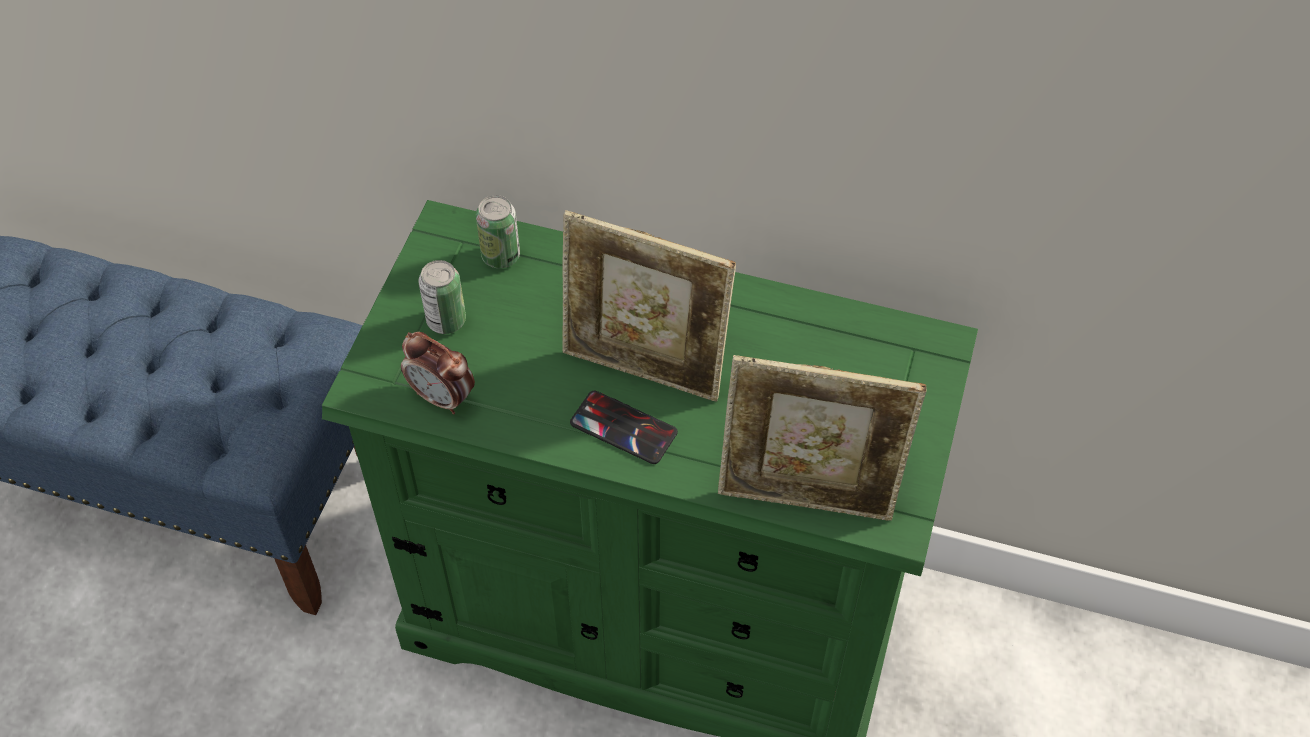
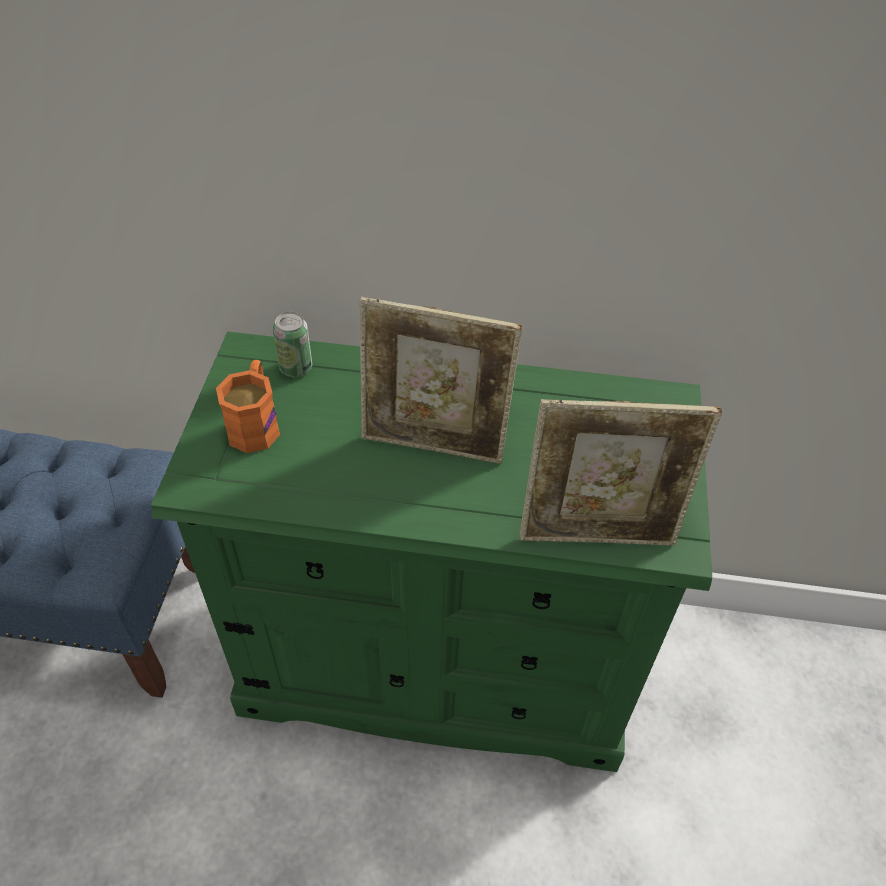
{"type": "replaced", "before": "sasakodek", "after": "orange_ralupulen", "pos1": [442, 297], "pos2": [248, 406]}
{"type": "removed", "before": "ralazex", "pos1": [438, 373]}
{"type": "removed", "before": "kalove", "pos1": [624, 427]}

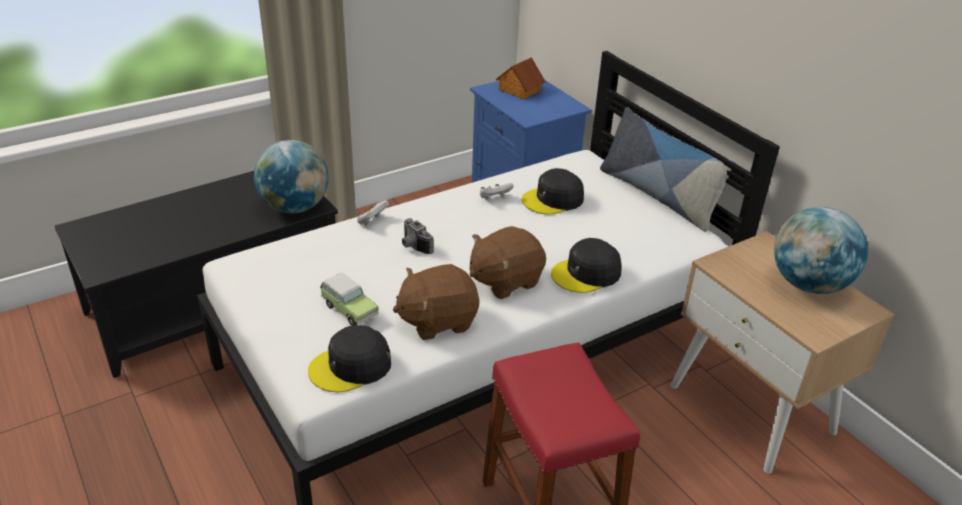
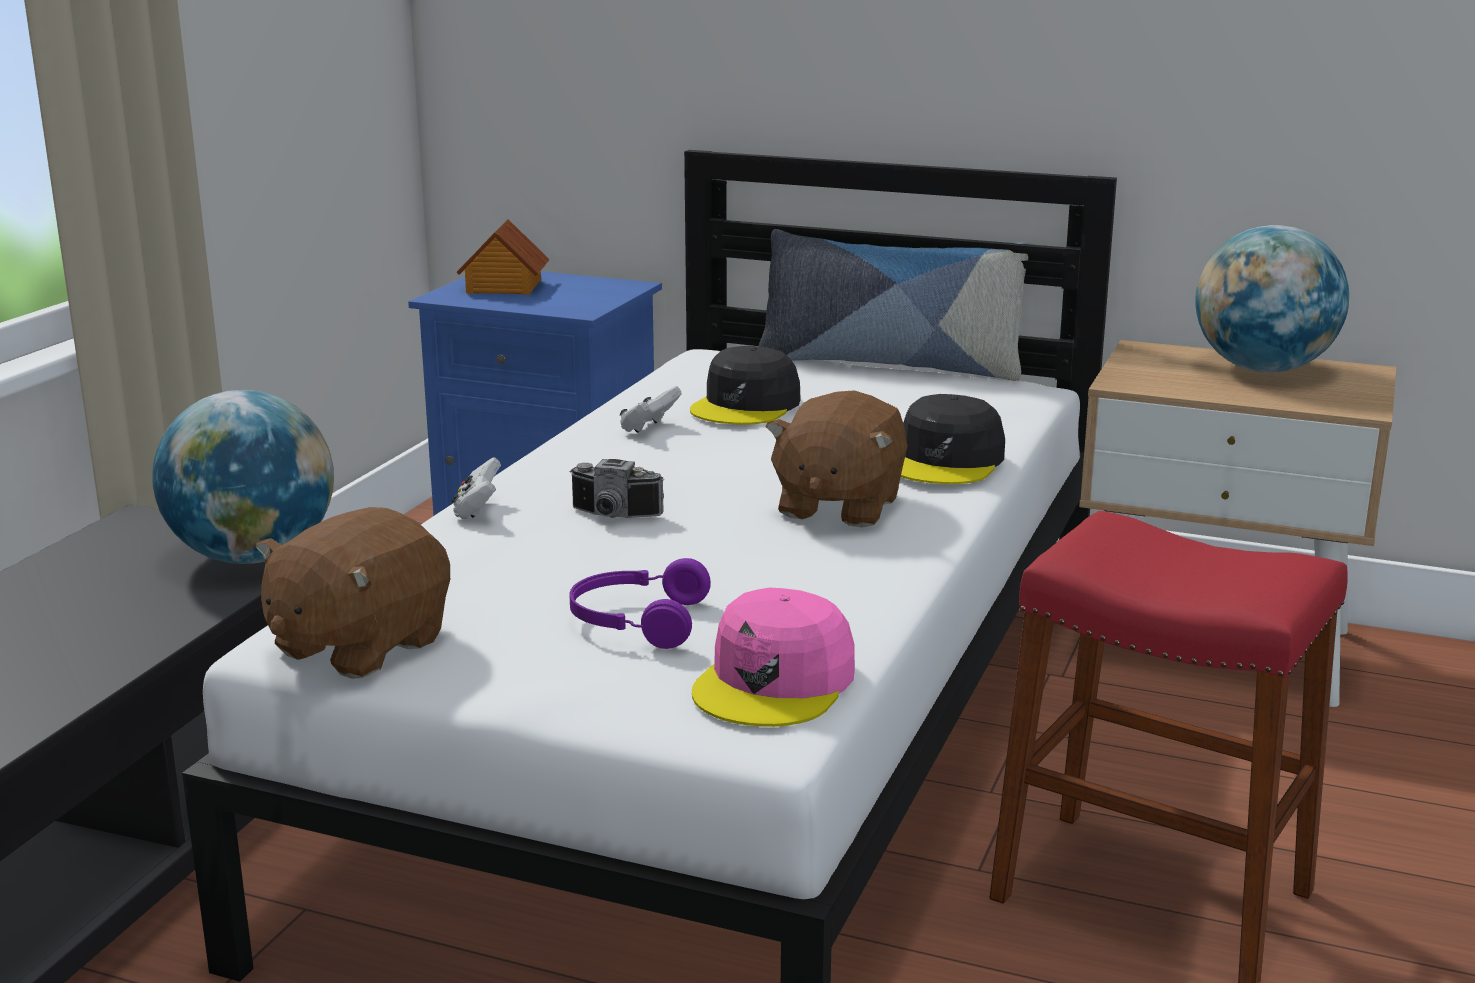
{"type": "moved", "before": "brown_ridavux", "pos1": [436, 302], "pos2": [353, 593]}
{"type": "replaced", "before": "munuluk", "after": "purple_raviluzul", "pos1": [349, 299], "pos2": [640, 603]}
{"type": "recoloured", "before": "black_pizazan", "after": "pink_pizazan", "pos1": [349, 358], "pos2": [773, 657]}

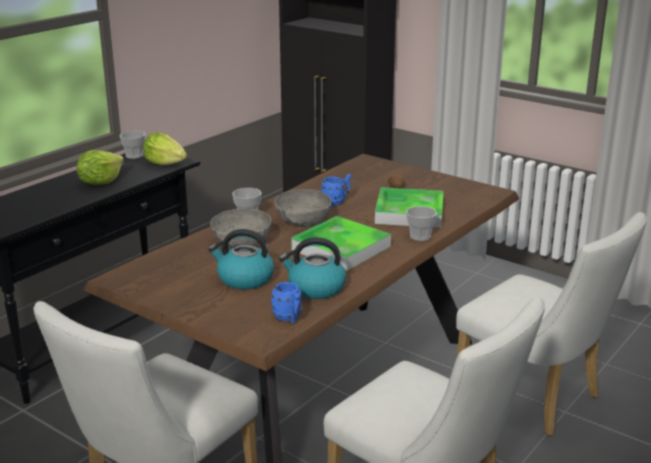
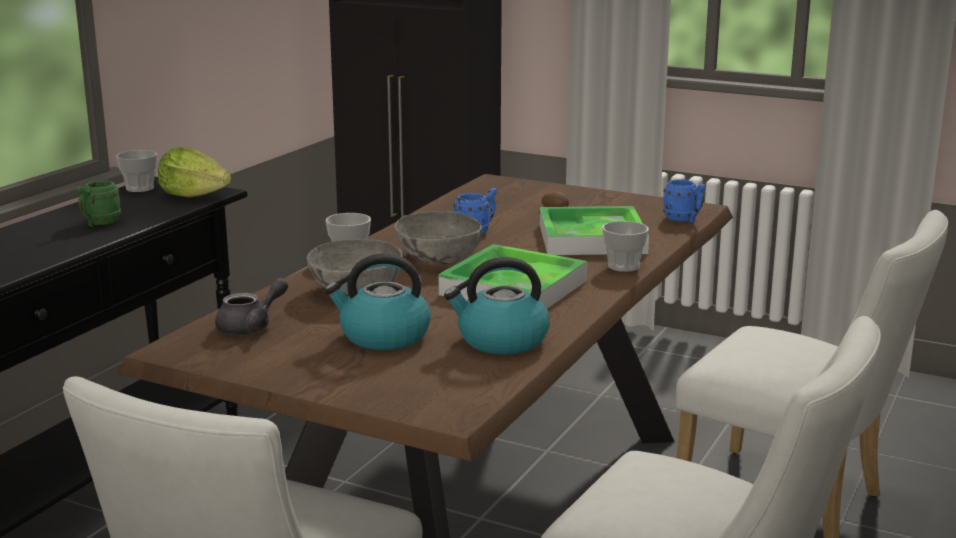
{"type": "replaced", "before": "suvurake", "after": "green_ralupulen", "pos1": [100, 167], "pos2": [98, 203]}
{"type": "added", "after": "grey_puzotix", "pos2": [251, 306]}
{"type": "moved", "before": "blue_ralupulen", "pos1": [286, 302], "pos2": [684, 201]}

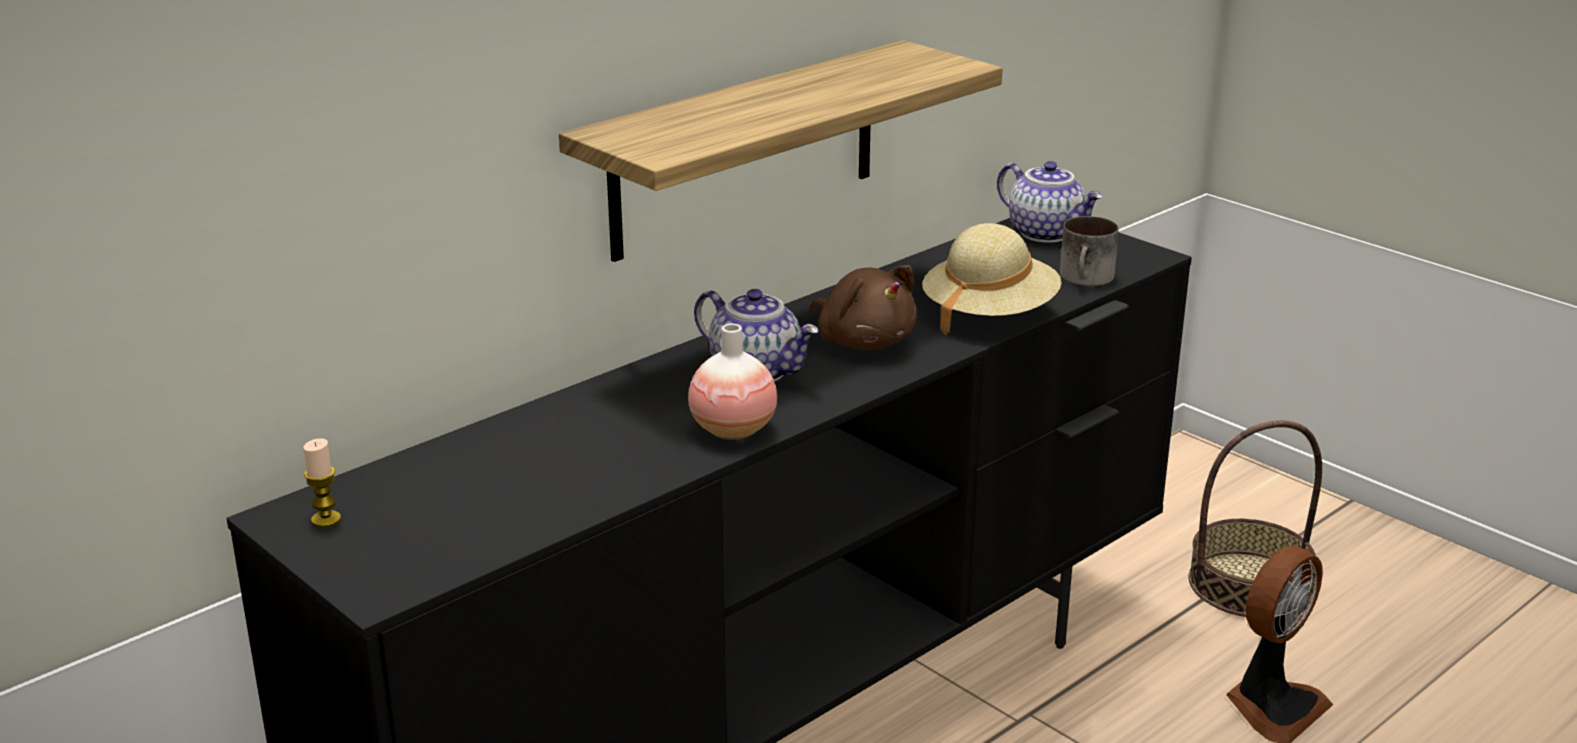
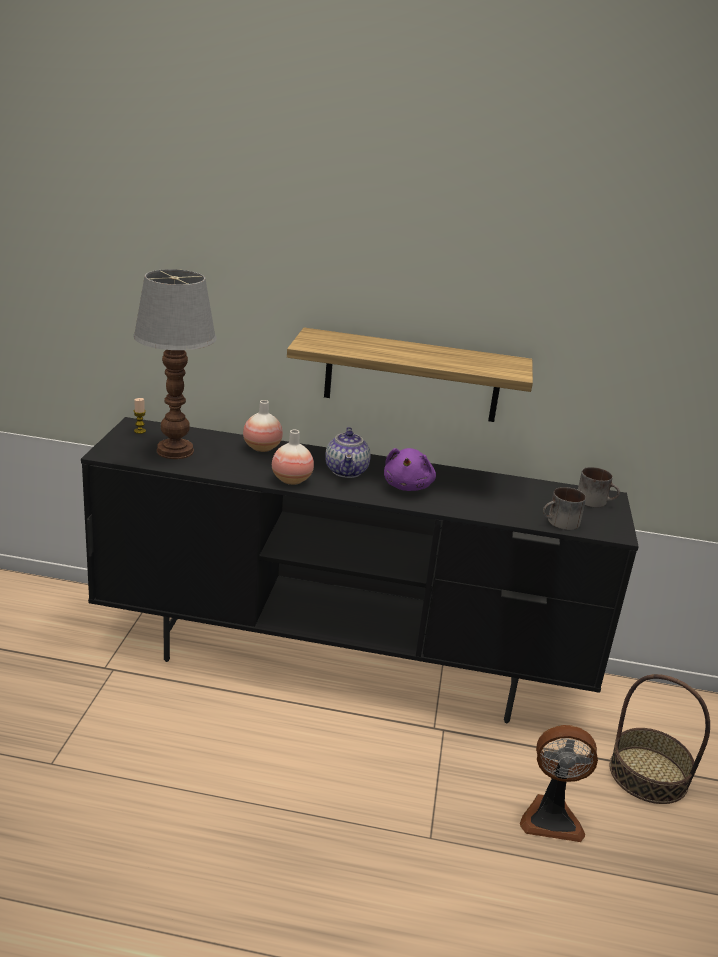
{"type": "added", "after": "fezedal", "pos2": [175, 364]}
{"type": "added", "after": "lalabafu", "pos2": [263, 426]}
{"type": "recoloured", "before": "brown_ridavux", "after": "purple_ridavux", "pos1": [864, 307], "pos2": [410, 469]}
{"type": "replaced", "before": "puzotix", "after": "ralupulen", "pos1": [1050, 202], "pos2": [599, 487]}
{"type": "removed", "before": "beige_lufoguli", "pos1": [992, 279]}

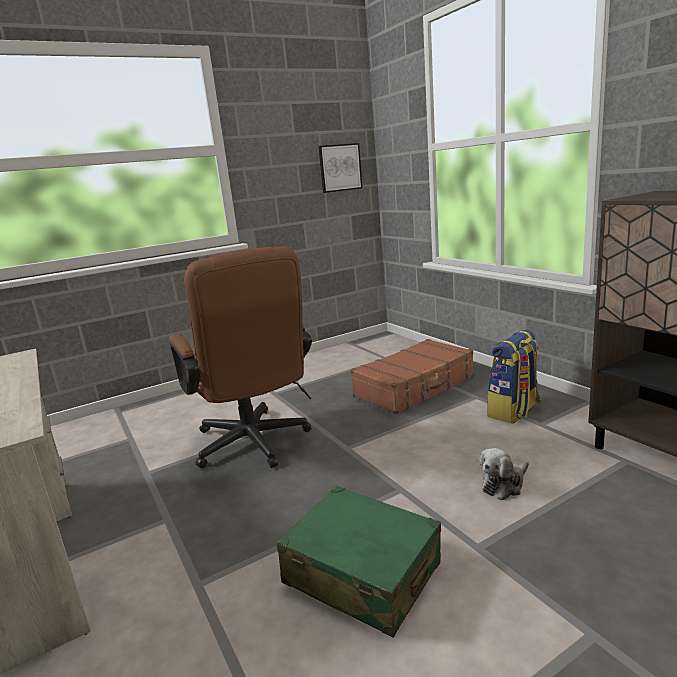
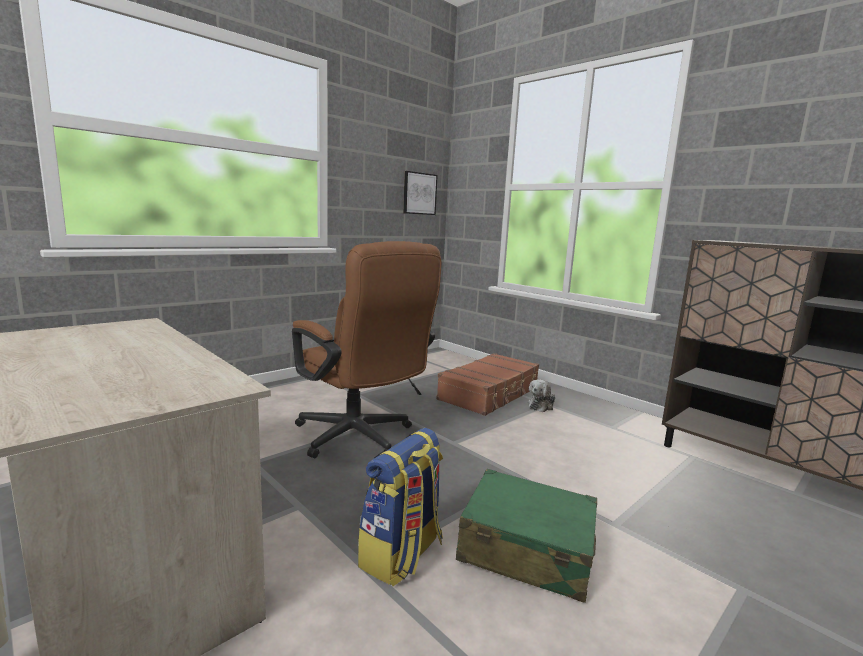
{"type": "moved", "before": "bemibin", "pos1": [514, 376], "pos2": [400, 507]}
{"type": "moved", "before": "ridavux", "pos1": [504, 474], "pos2": [541, 395]}

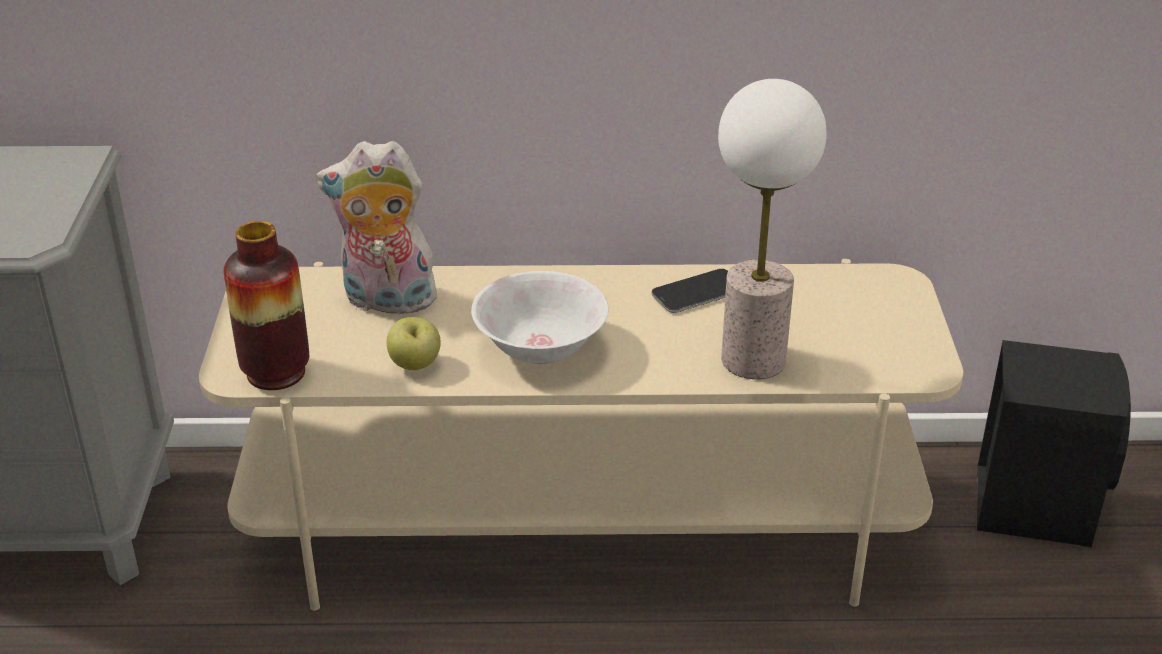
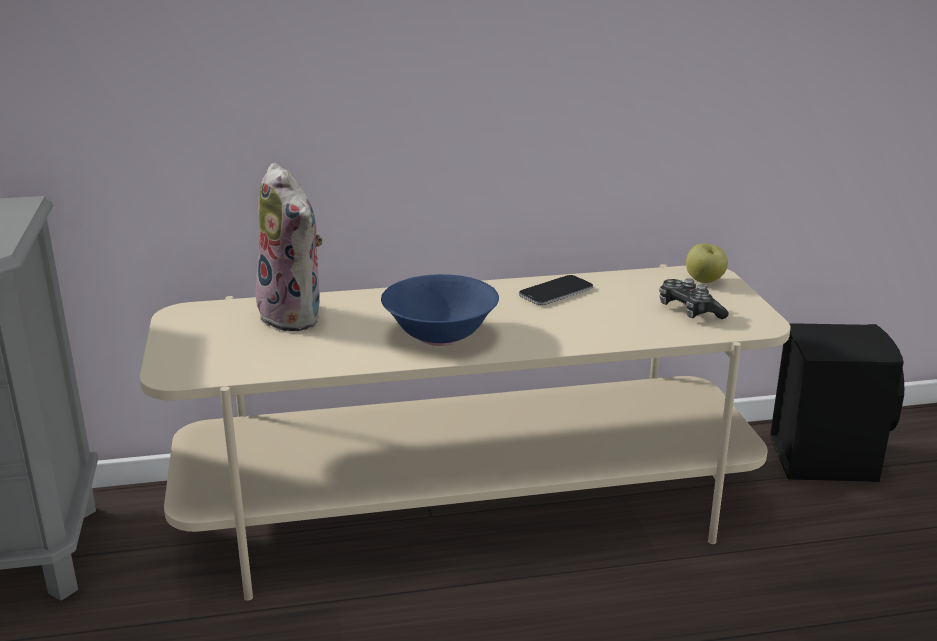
{"type": "turned", "before": "ridavux", "pos1": [379, 227], "pos2": [288, 247], "turn": -120}
{"type": "recoloured", "before": "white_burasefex", "after": "blue_burasefex", "pos1": [540, 317], "pos2": [440, 310]}
{"type": "added", "after": "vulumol", "pos2": [694, 298]}
{"type": "moved", "before": "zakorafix", "pos1": [414, 343], "pos2": [707, 263]}
{"type": "removed", "before": "lalabafu", "pos1": [266, 305]}
{"type": "removed", "before": "fezedal", "pos1": [772, 229]}

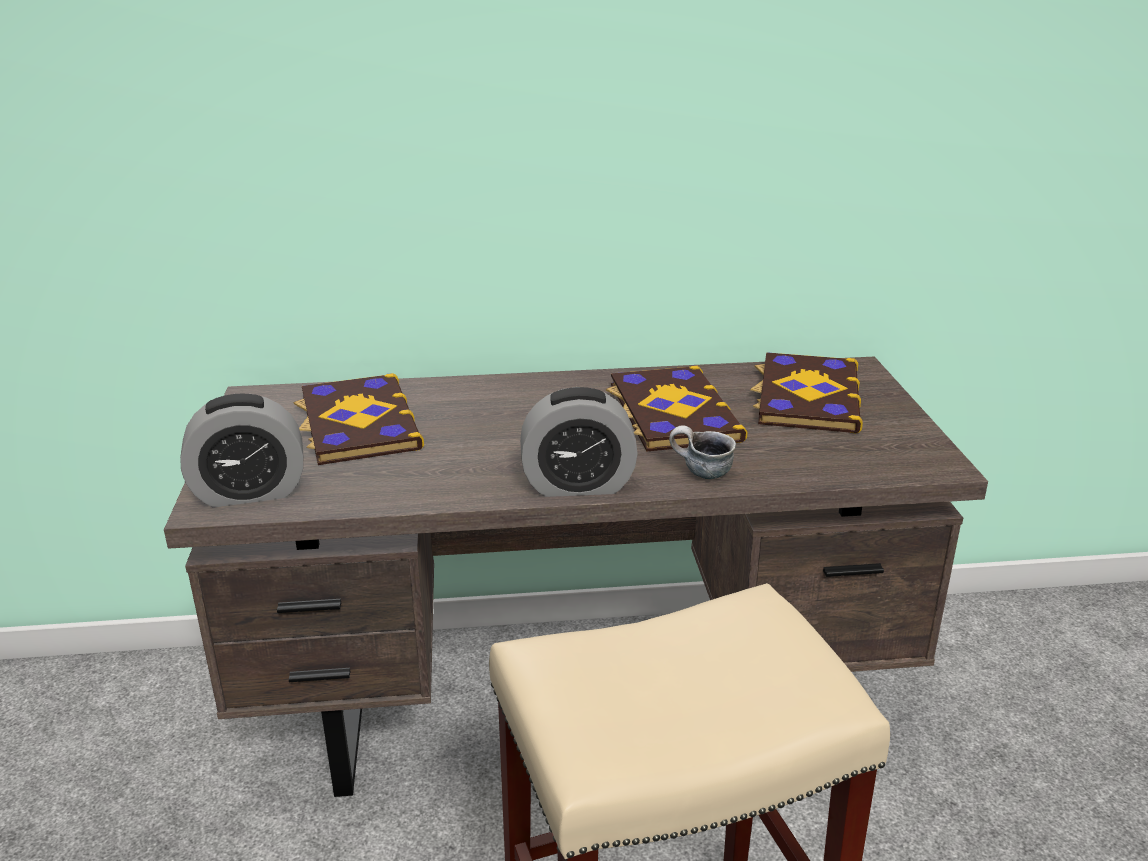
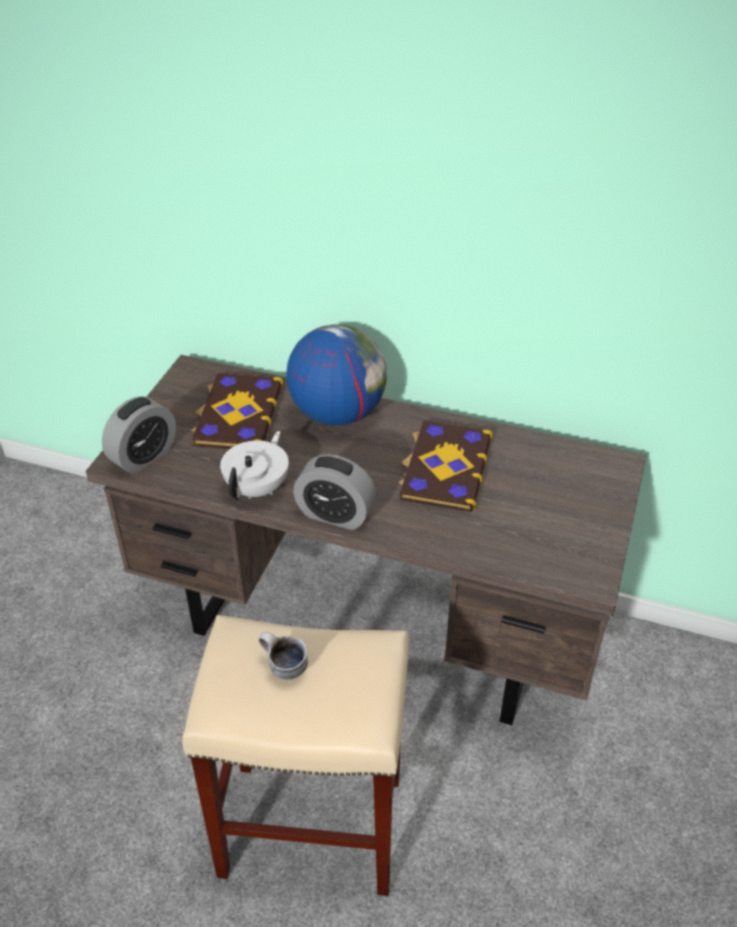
{"type": "turned", "before": "ralazex", "pos1": [241, 450], "pos2": [139, 435], "turn": -60}
{"type": "added", "after": "white_puzotix", "pos2": [254, 465]}
{"type": "moved", "before": "ralupulen", "pos1": [702, 452], "pos2": [283, 656]}
{"type": "added", "after": "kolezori", "pos2": [336, 374]}
{"type": "removed", "before": "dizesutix", "pos1": [806, 392]}

